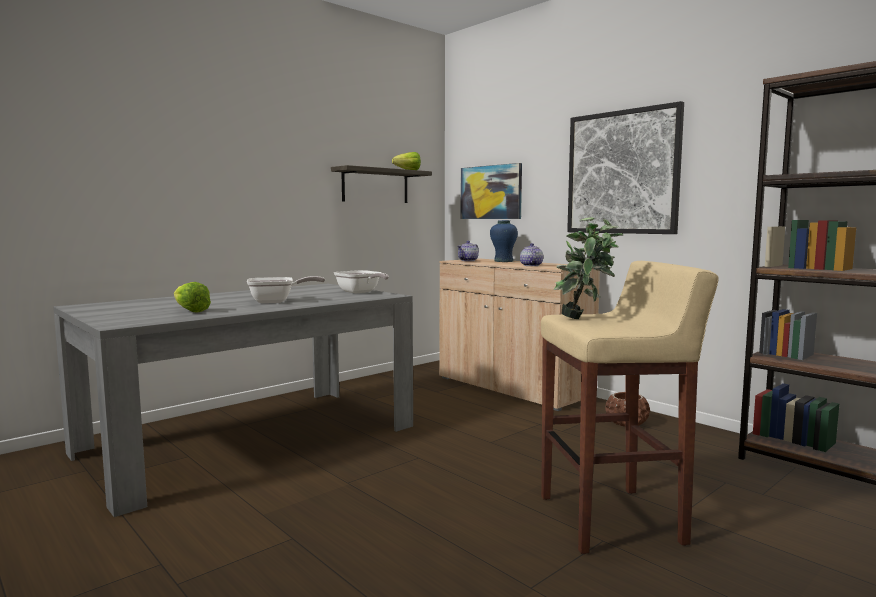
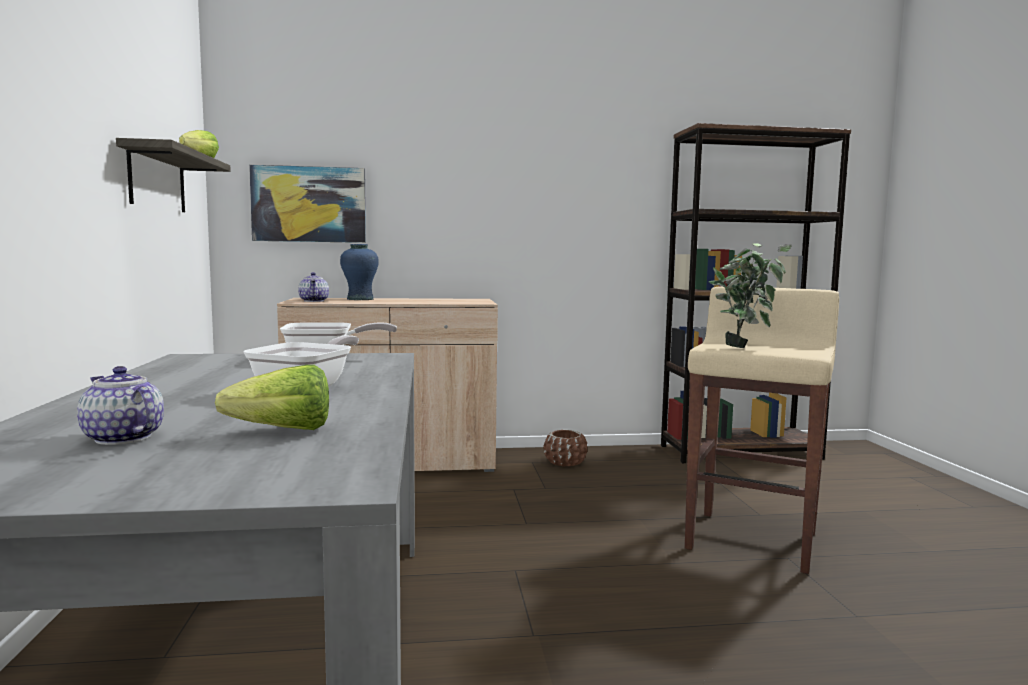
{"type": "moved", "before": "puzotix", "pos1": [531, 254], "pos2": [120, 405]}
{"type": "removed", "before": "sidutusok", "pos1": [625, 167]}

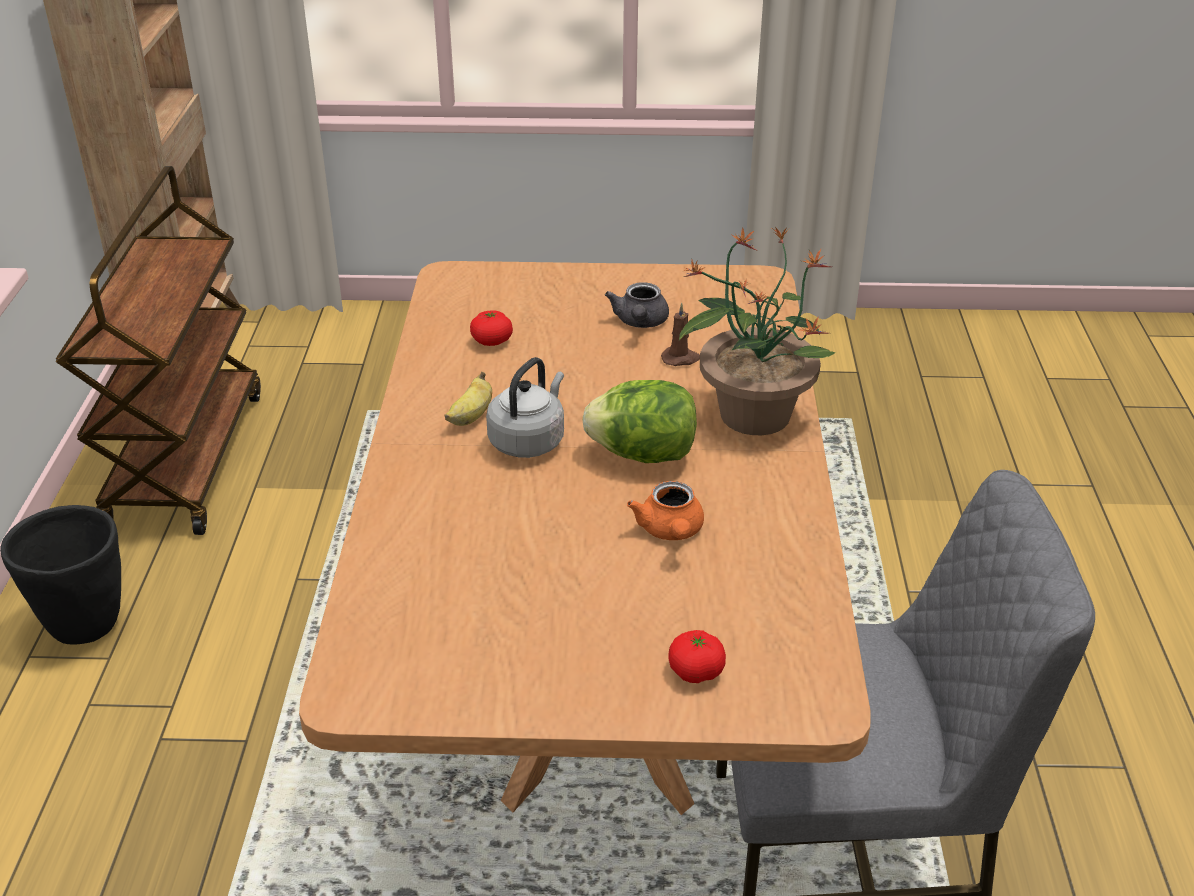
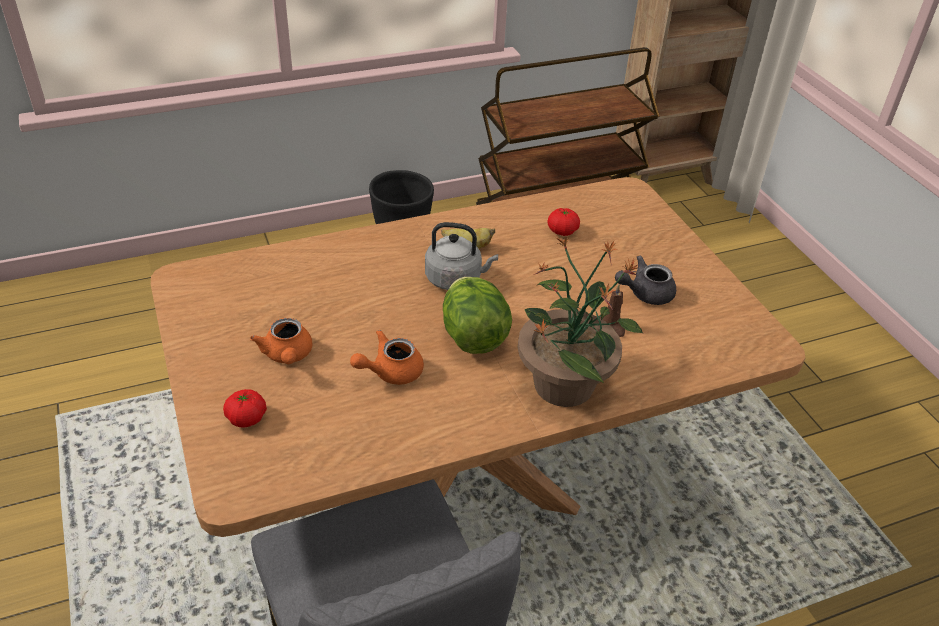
{"type": "added", "after": "orange_puzotix", "pos2": [281, 341]}

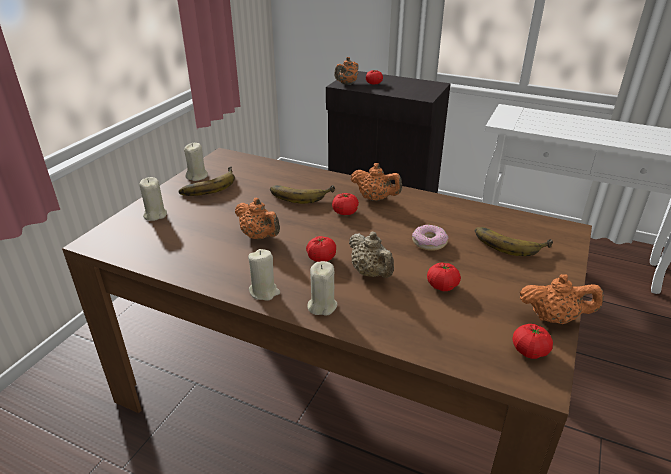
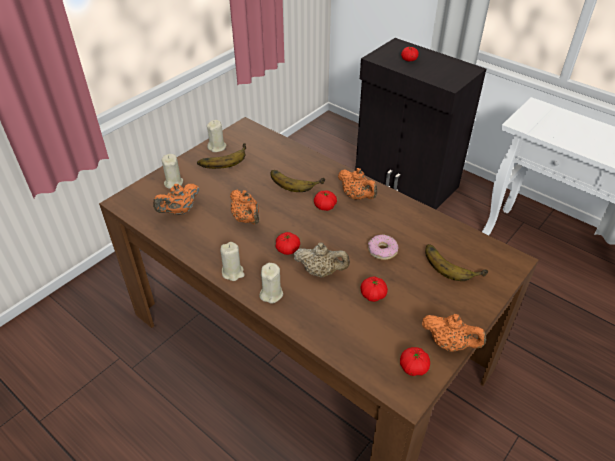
{"type": "moved", "before": "orange_puzotix", "pos1": [346, 71], "pos2": [176, 199]}
{"type": "turned", "before": "beige_puzotix", "pos1": [371, 255], "pos2": [322, 260], "turn": -60}

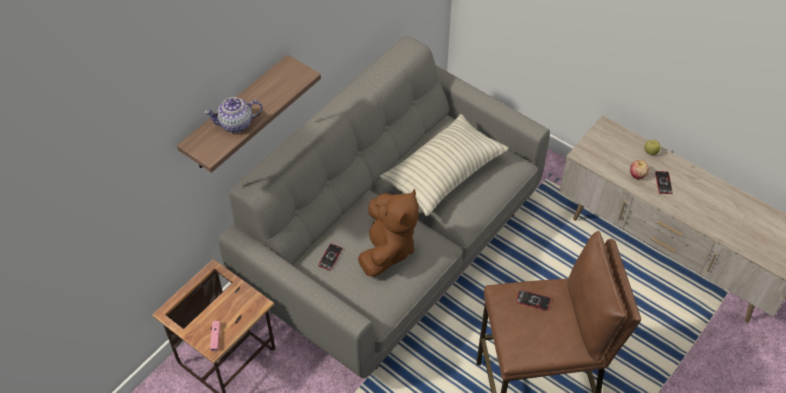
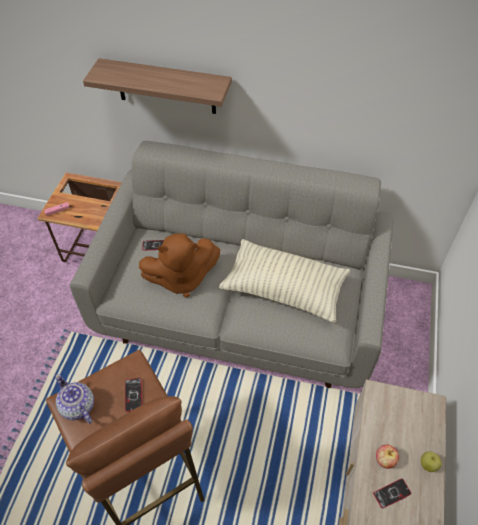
{"type": "moved", "before": "puzotix", "pos1": [233, 115], "pos2": [74, 399]}

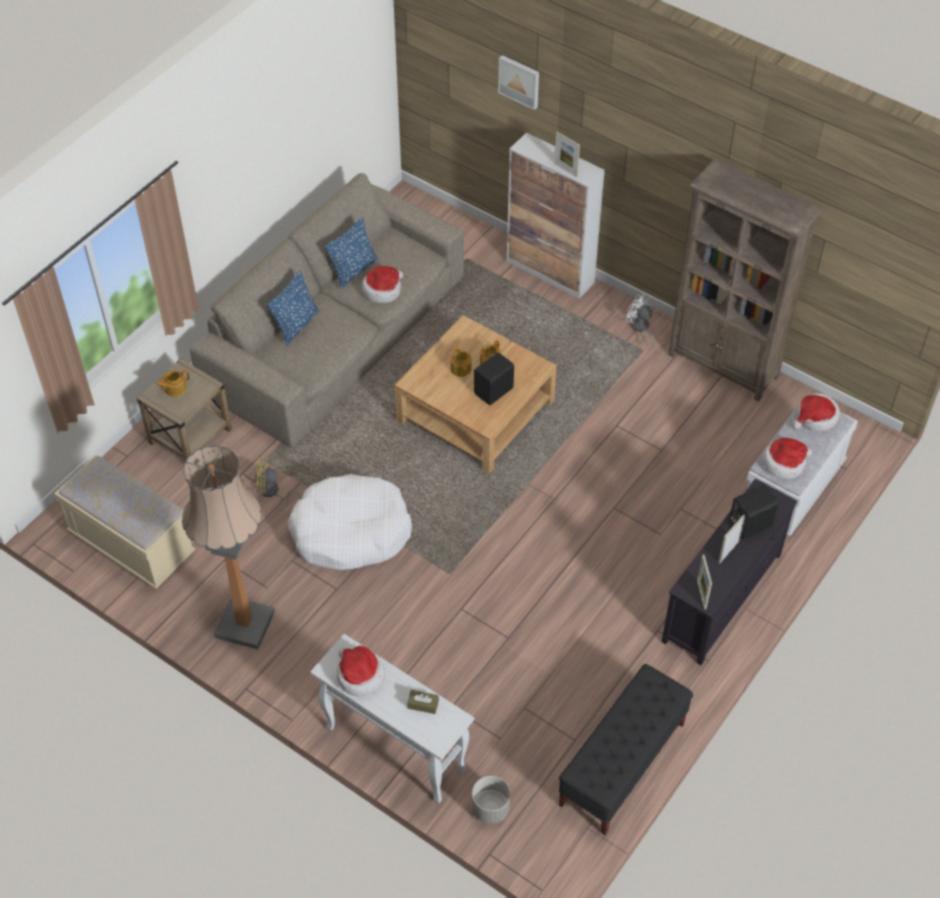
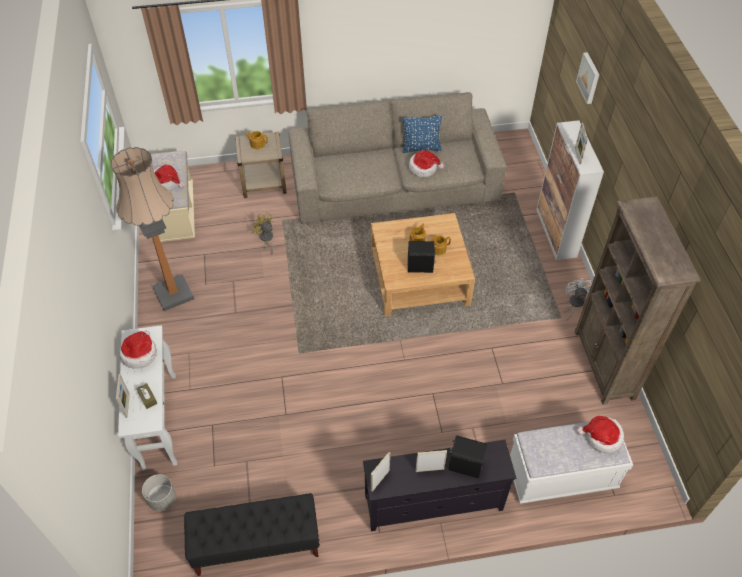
{"type": "added", "after": "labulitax", "pos2": [123, 396]}
{"type": "moved", "before": "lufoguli", "pos1": [787, 458], "pos2": [169, 178]}
{"type": "removed", "before": "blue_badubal", "pos1": [293, 308]}
{"type": "removed", "before": "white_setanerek", "pos1": [350, 522]}

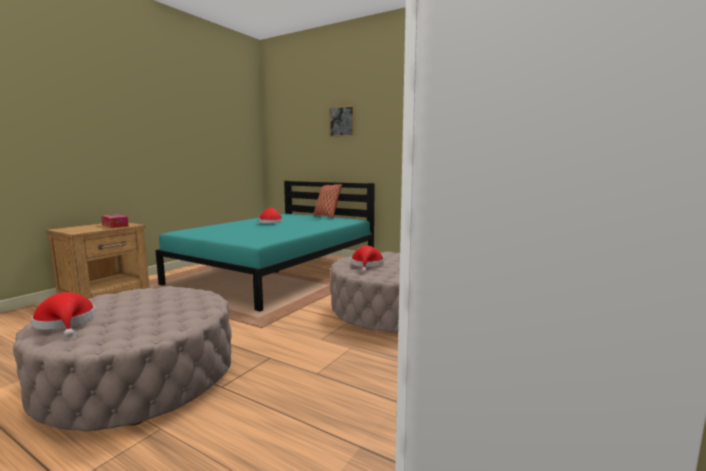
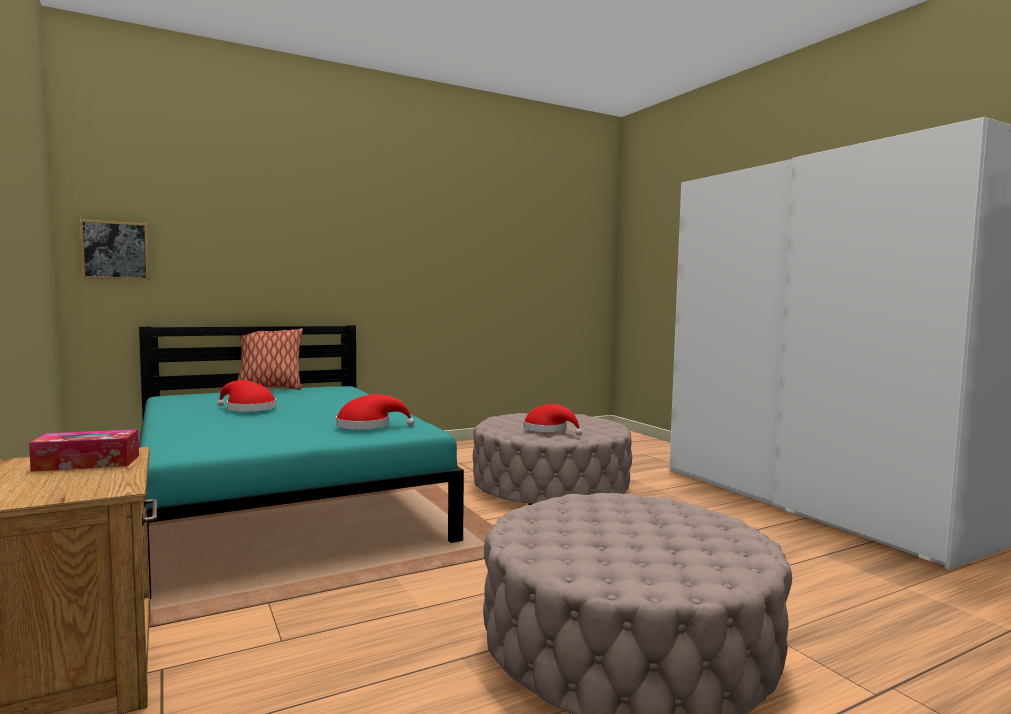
{"type": "moved", "before": "sidutusok", "pos1": [342, 121], "pos2": [114, 250]}
{"type": "moved", "before": "red_lufoguli", "pos1": [63, 314], "pos2": [375, 412]}

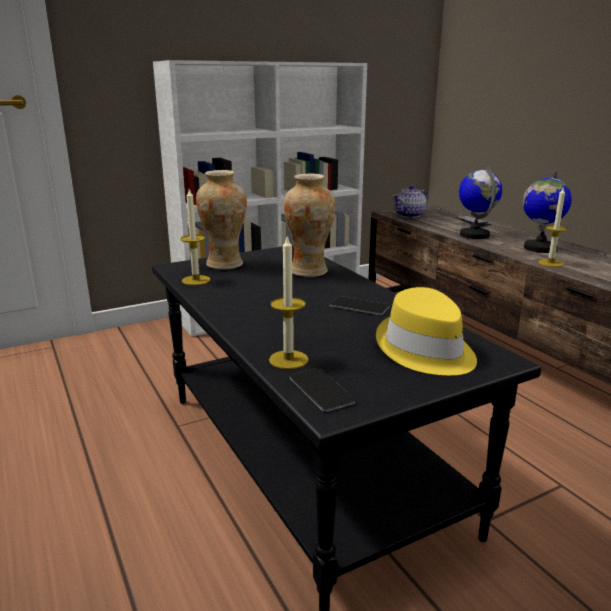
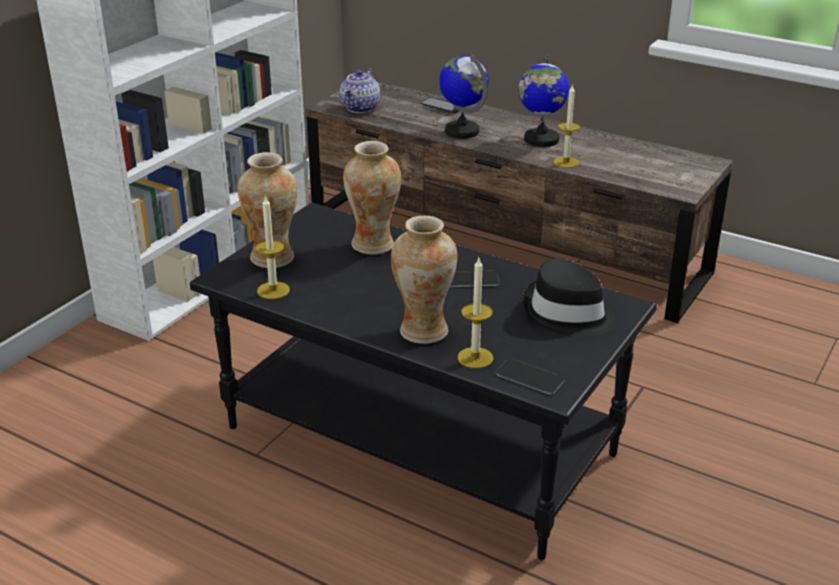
{"type": "added", "after": "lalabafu", "pos2": [424, 280]}
{"type": "recoloured", "before": "yellow_lufoguli", "after": "black_lufoguli", "pos1": [426, 331], "pos2": [569, 297]}

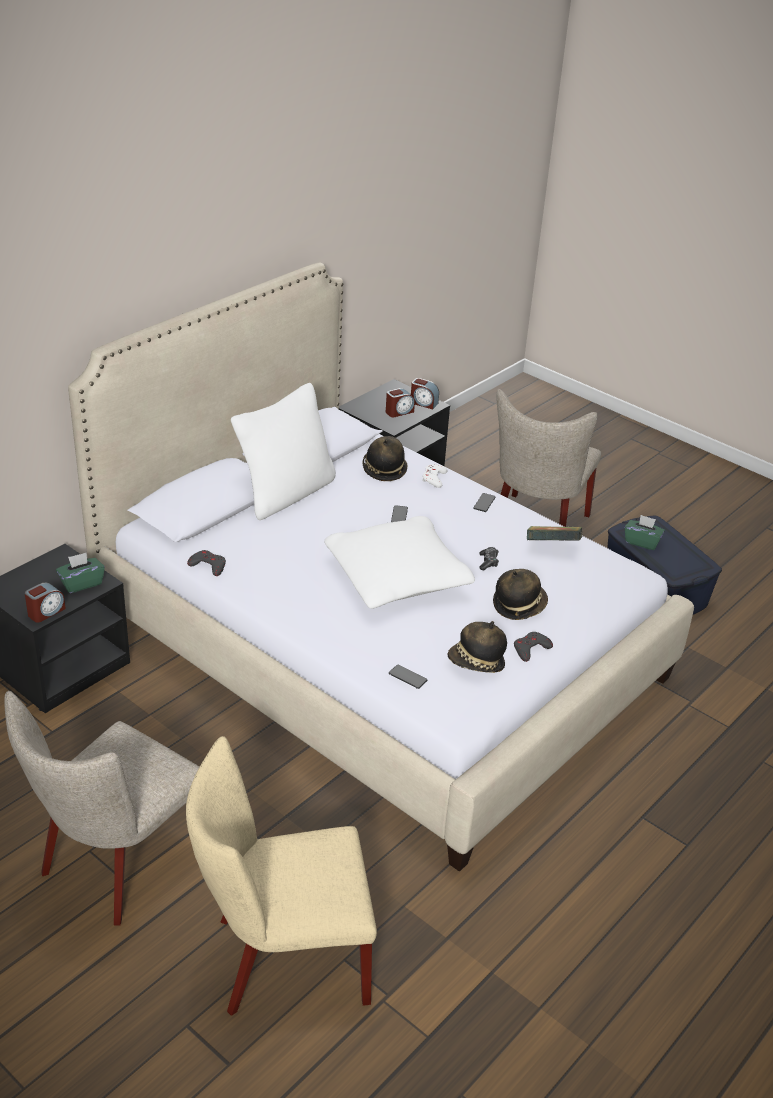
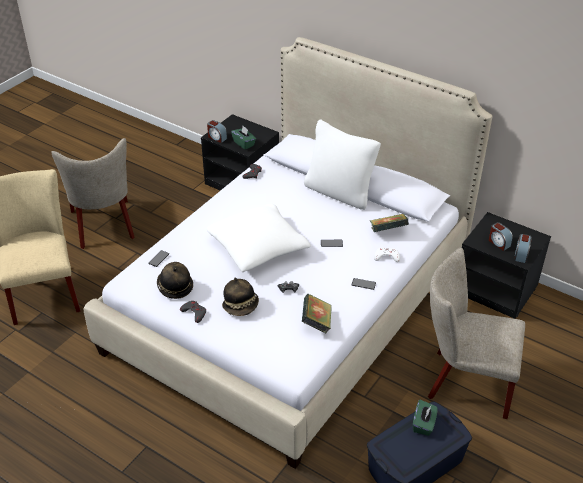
{"type": "turned", "before": "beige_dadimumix", "pos1": [101, 808], "pos2": [93, 193], "turn": -135}
{"type": "replaced", "before": "lufoguli", "after": "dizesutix", "pos1": [385, 458], "pos2": [389, 223]}

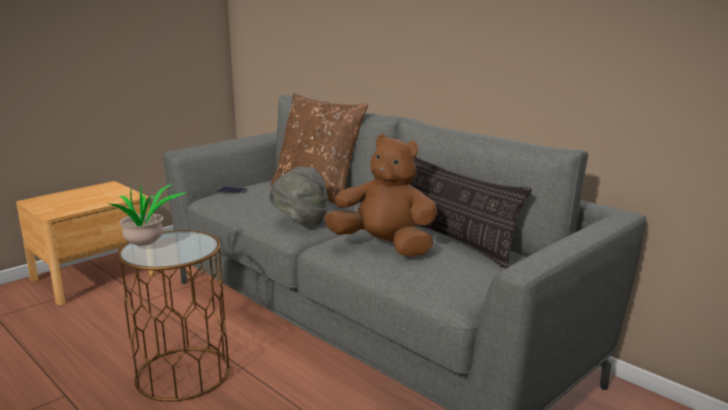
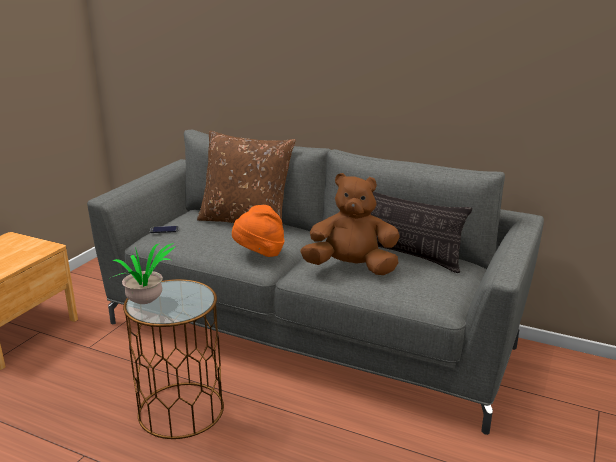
{"type": "recoloured", "before": "grey_lufoguli", "after": "orange_lufoguli", "pos1": [299, 196], "pos2": [258, 231]}

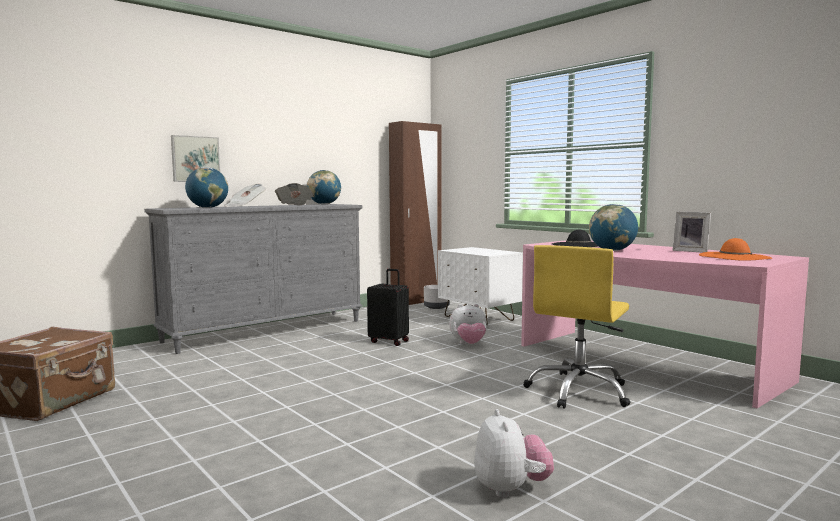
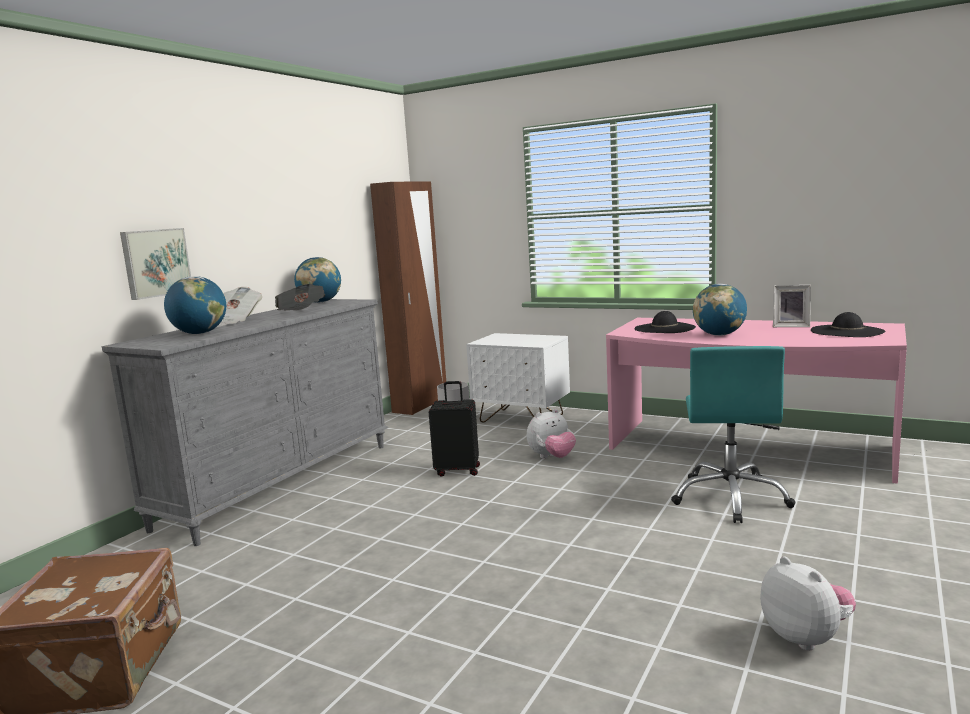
{"type": "recoloured", "before": "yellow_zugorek", "after": "turquoise_zugorek", "pos1": [577, 327], "pos2": [733, 434]}
{"type": "recoloured", "before": "orange_lufoguli", "after": "black_lufoguli", "pos1": [735, 249], "pos2": [848, 324]}

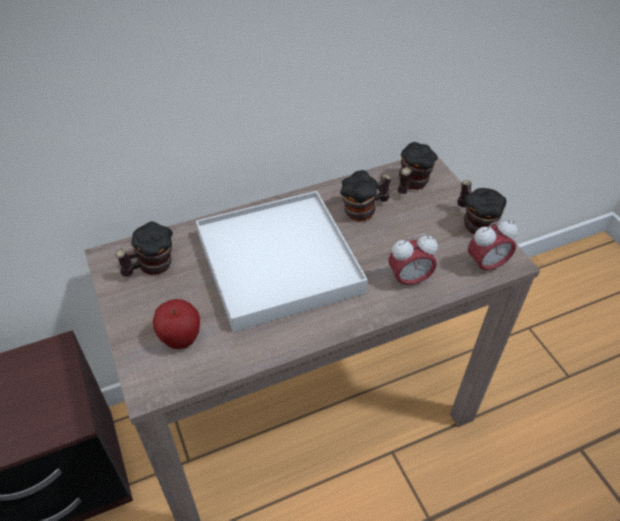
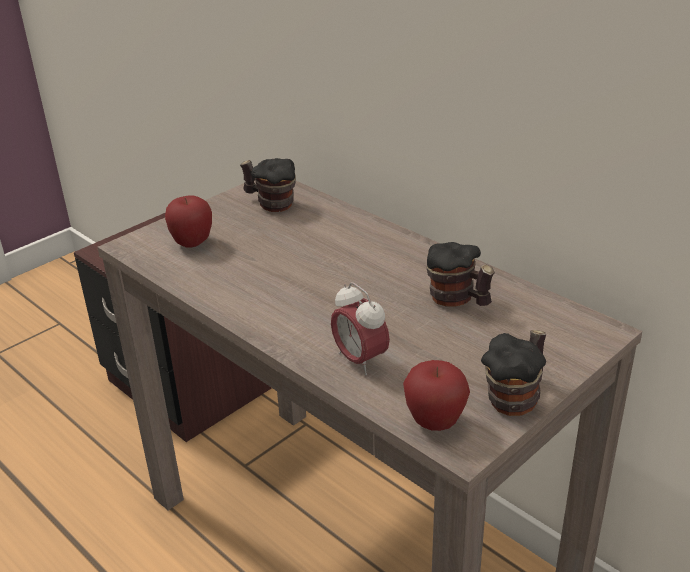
{"type": "replaced", "before": "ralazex", "after": "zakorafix", "pos1": [493, 247], "pos2": [436, 395]}
{"type": "removed", "before": "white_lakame", "pos1": [281, 261]}
{"type": "removed", "before": "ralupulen", "pos1": [418, 168]}

